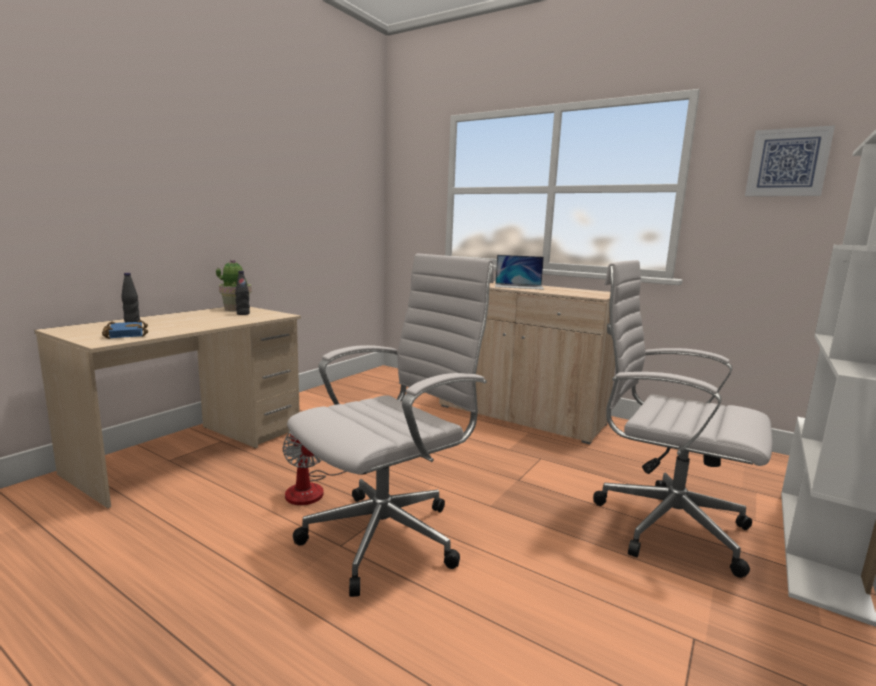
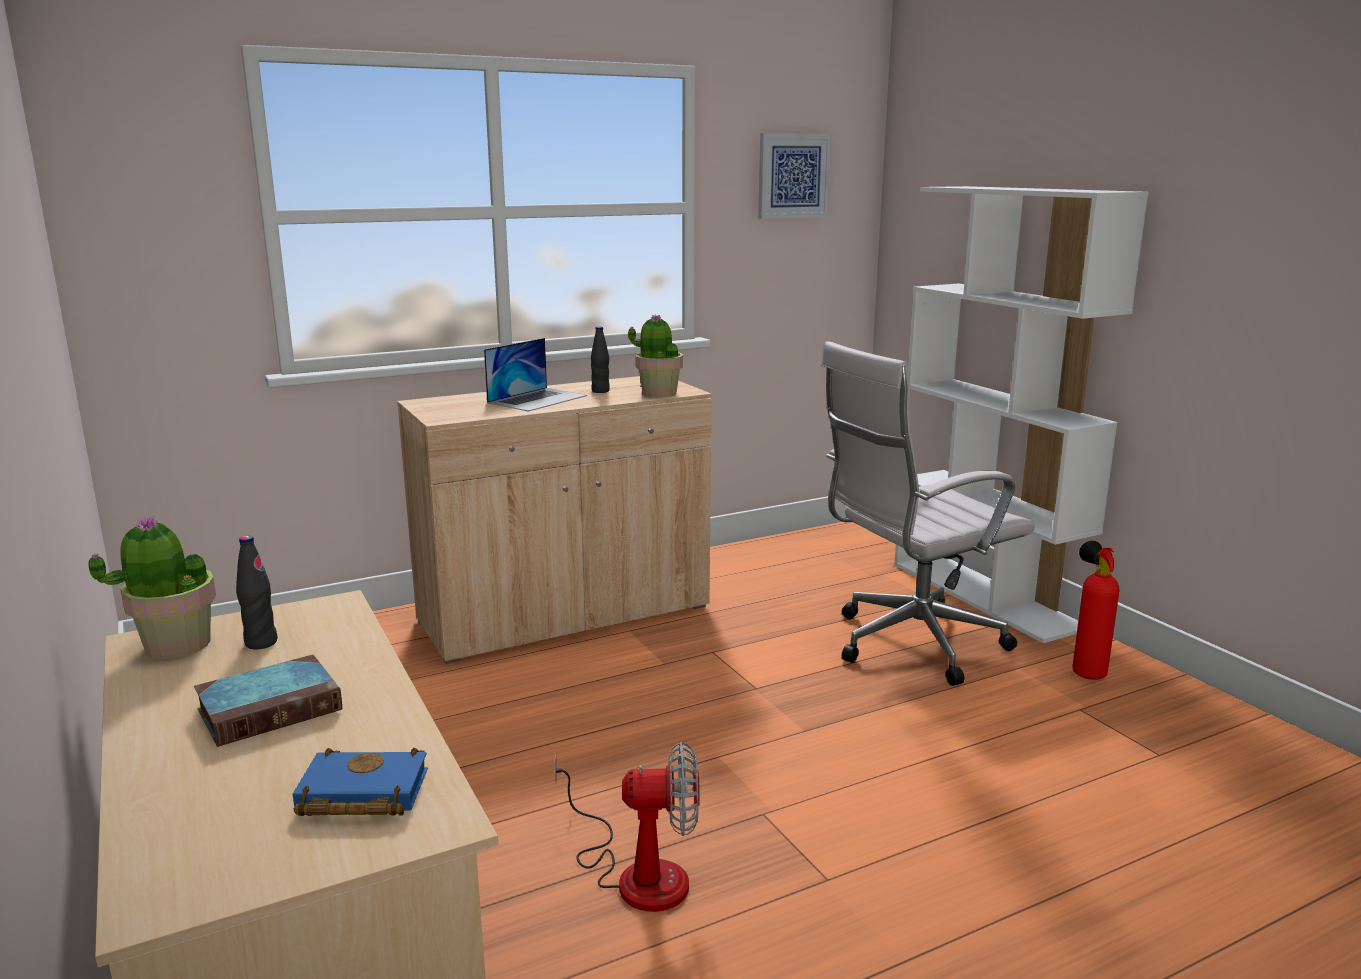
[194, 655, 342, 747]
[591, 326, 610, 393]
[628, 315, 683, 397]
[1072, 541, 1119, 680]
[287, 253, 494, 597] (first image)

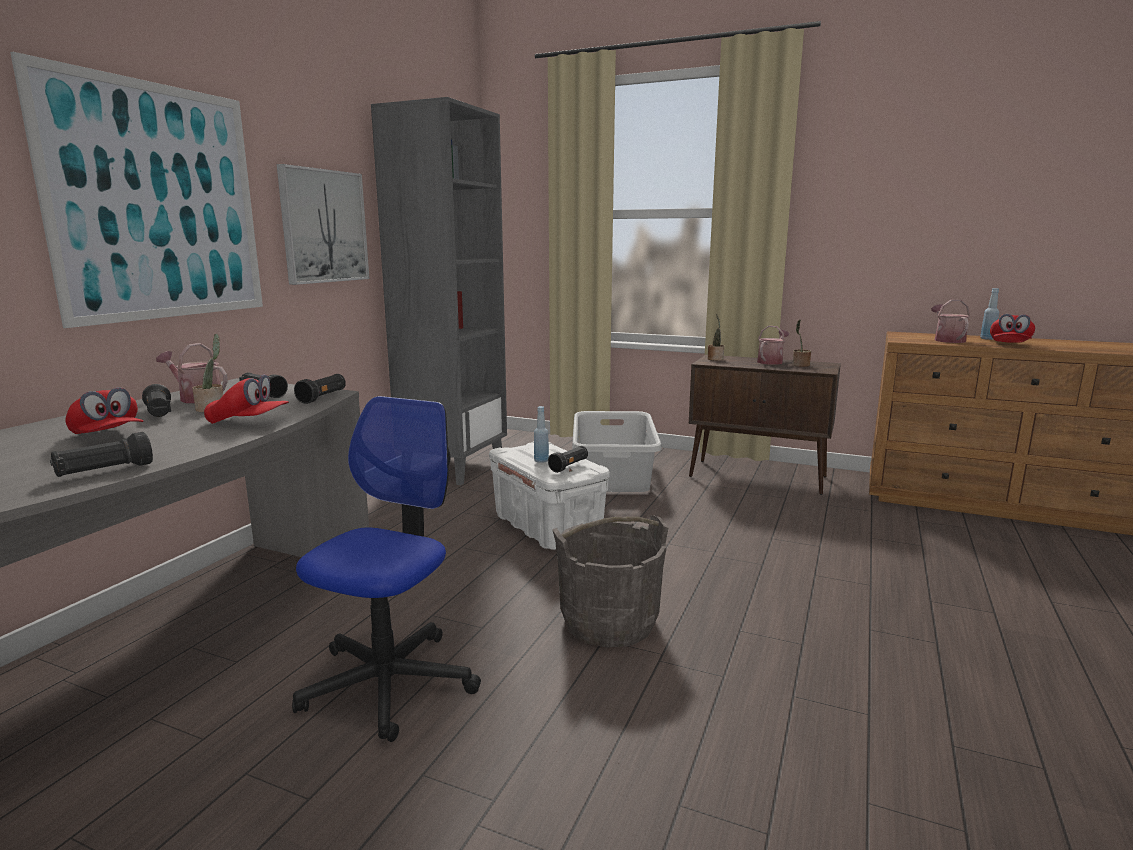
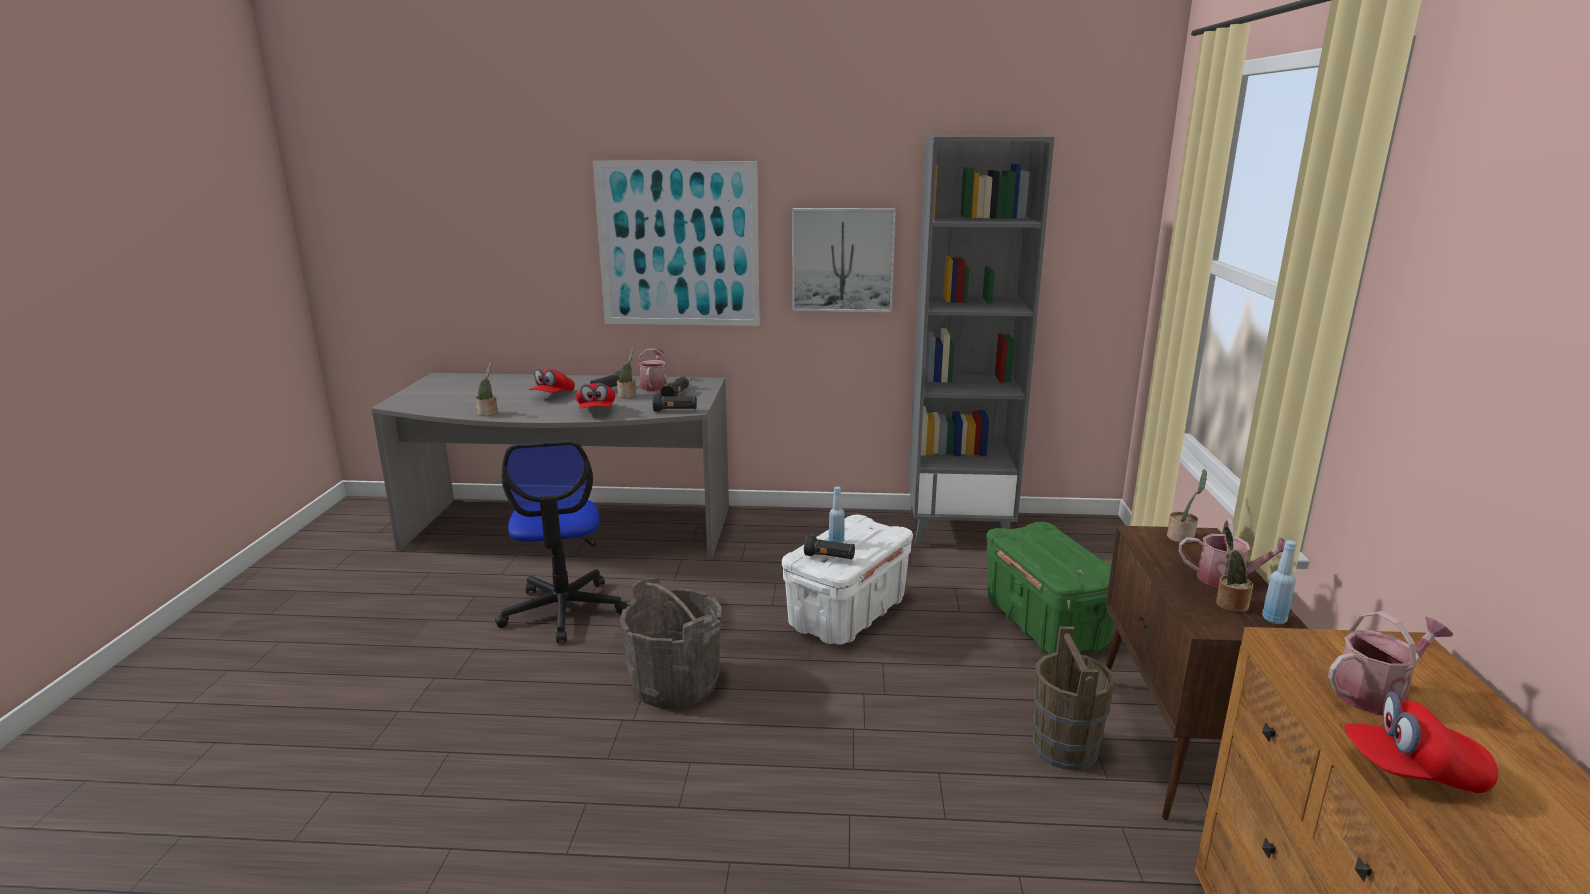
[475, 362, 498, 416]
[495, 441, 627, 643]
[986, 522, 1114, 654]
[1033, 627, 1115, 770]
[1262, 540, 1297, 624]

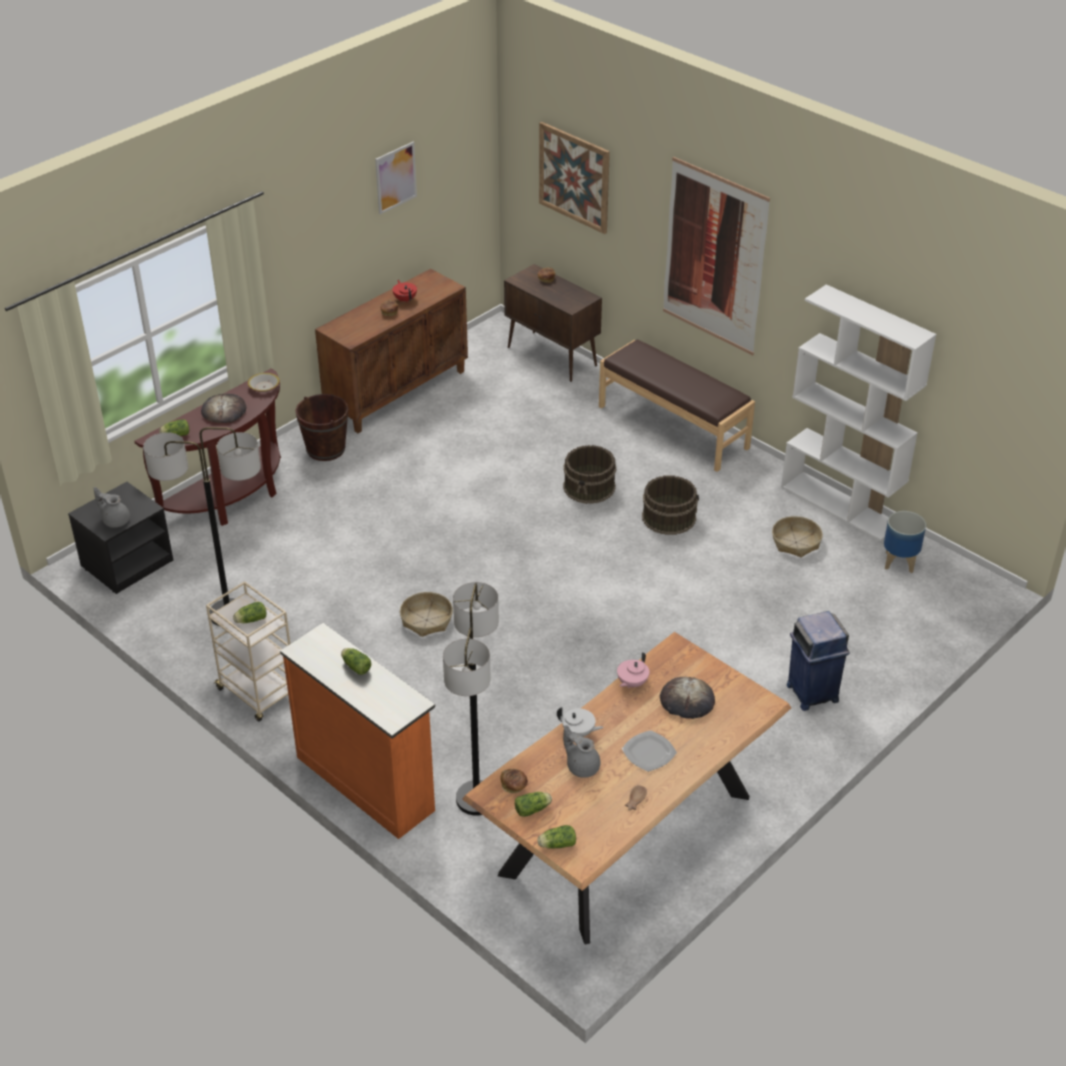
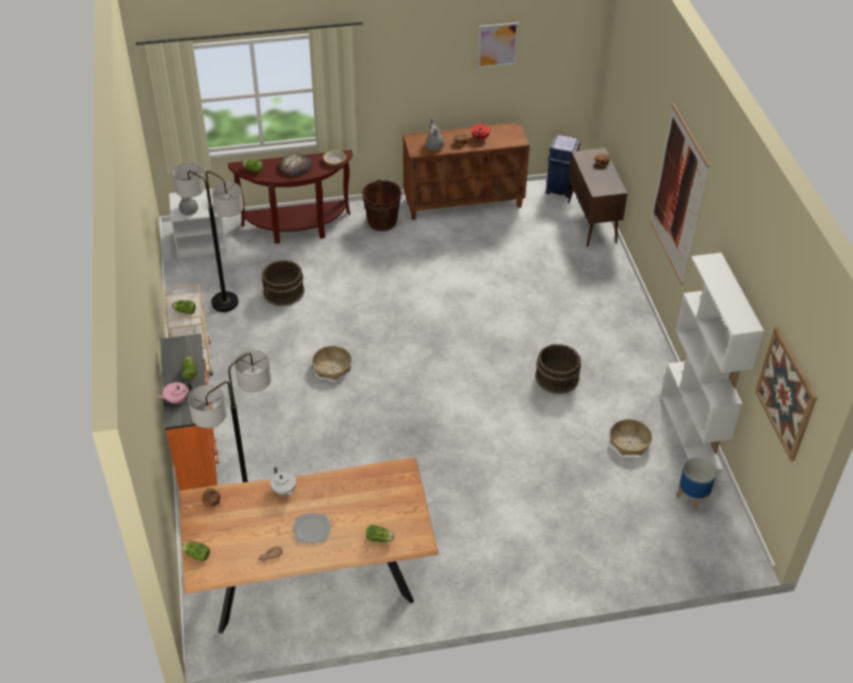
[156, 382, 192, 404]
[169, 189, 227, 258]
[262, 260, 305, 306]
[366, 525, 394, 542]
[426, 118, 444, 151]
[546, 135, 580, 198]
[755, 327, 817, 461]
[599, 339, 755, 472] (first image)
[660, 677, 715, 719] (first image)

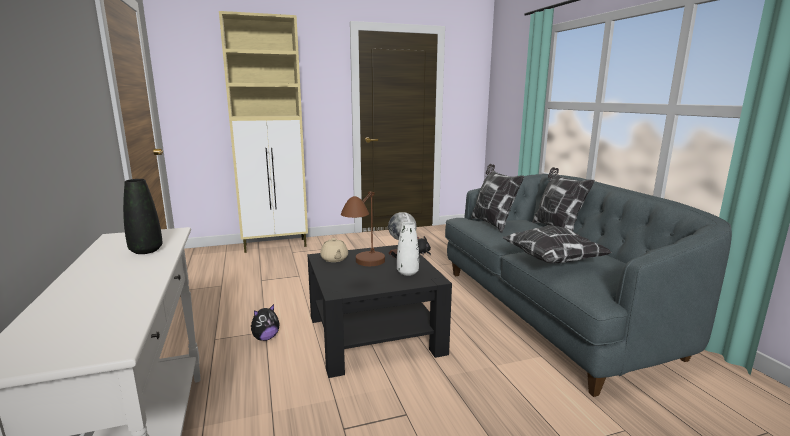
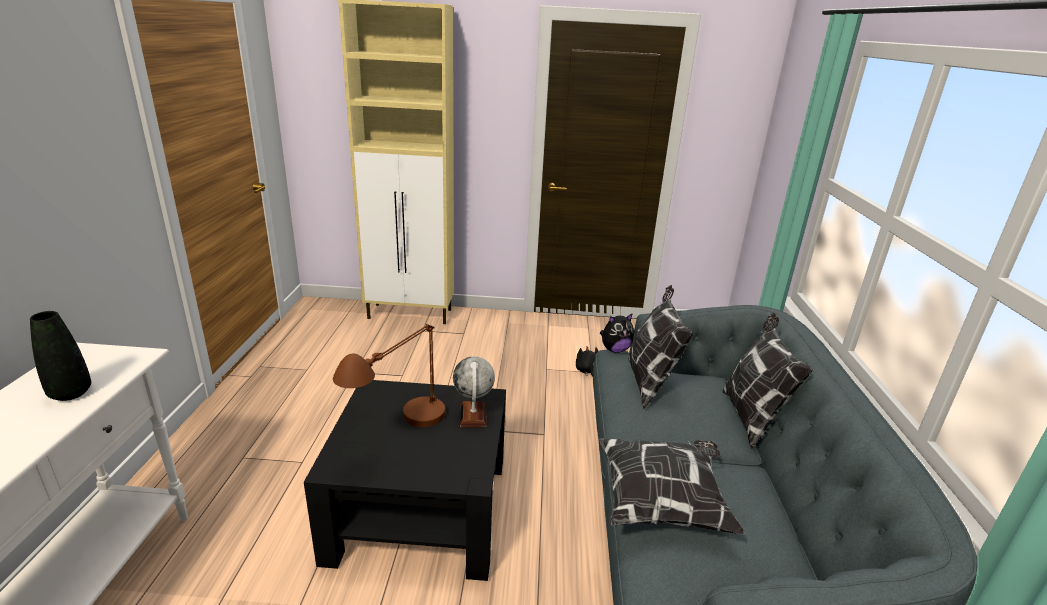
[600, 313, 634, 353]
[320, 238, 348, 262] (first image)
[397, 222, 419, 276] (first image)

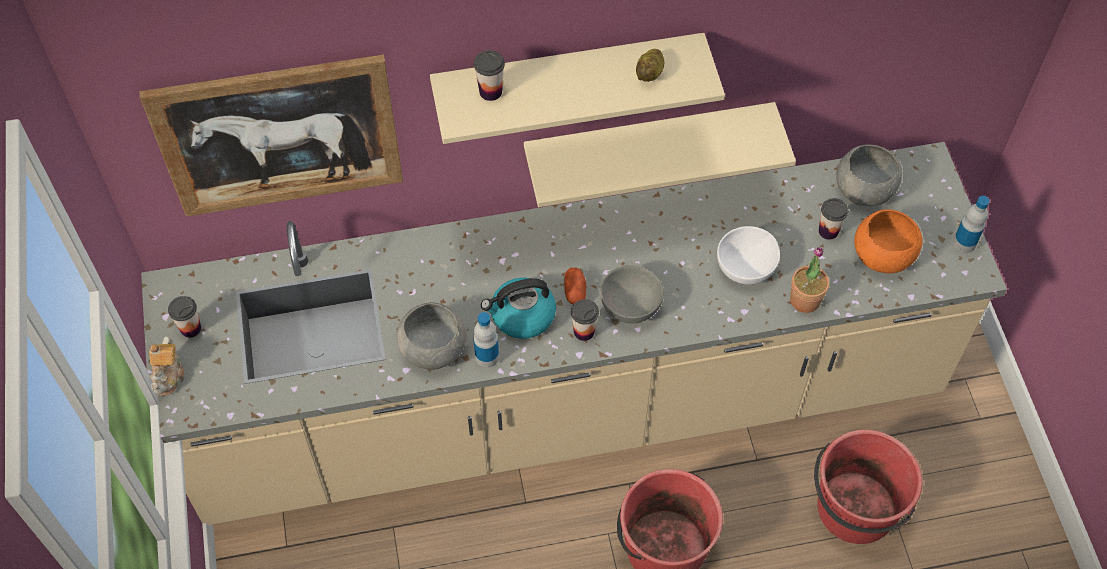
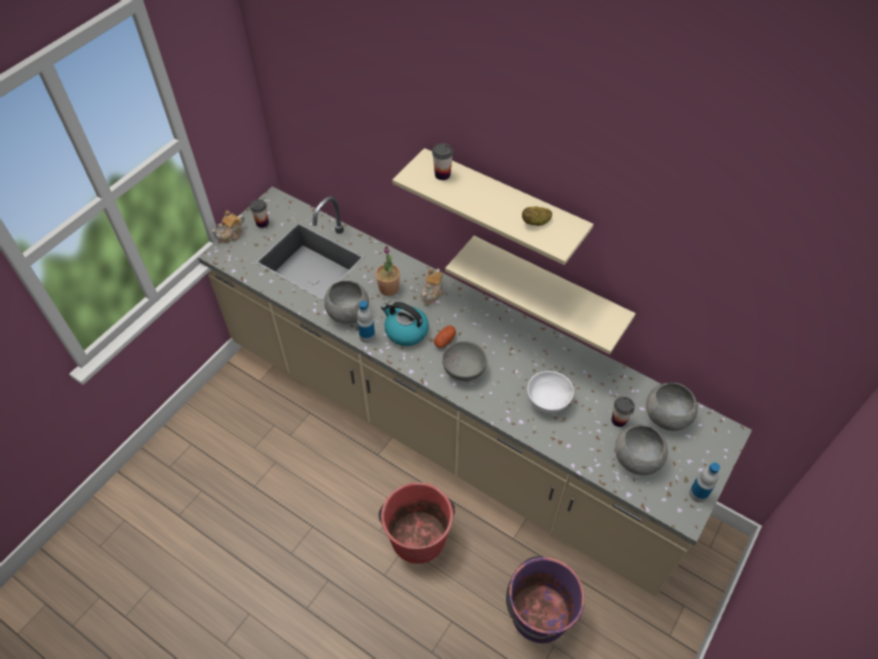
[376, 246, 400, 296]
[421, 269, 443, 304]
[506, 556, 585, 643]
[615, 424, 668, 475]
[140, 55, 403, 216] (first image)
[571, 299, 599, 341] (first image)

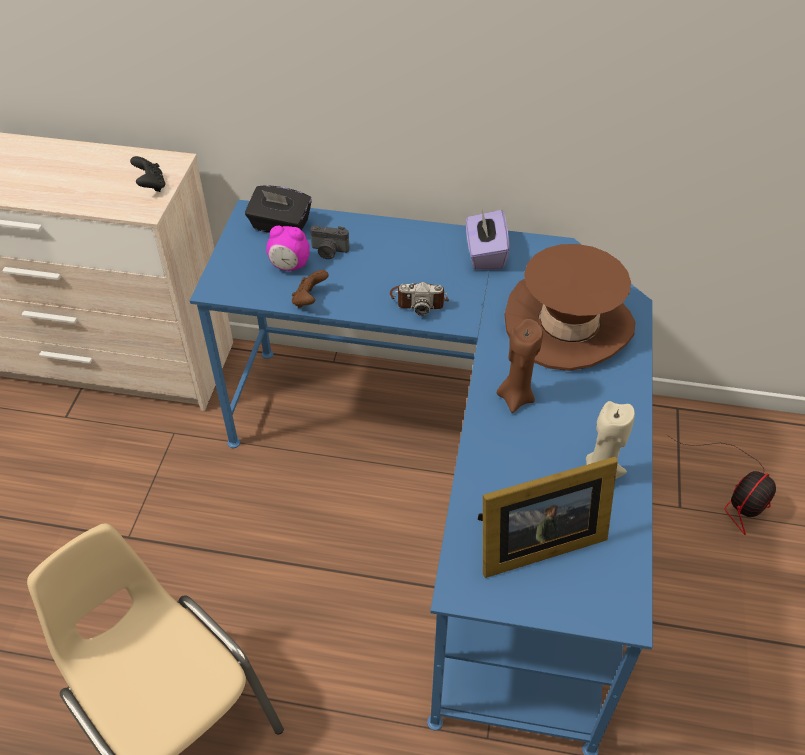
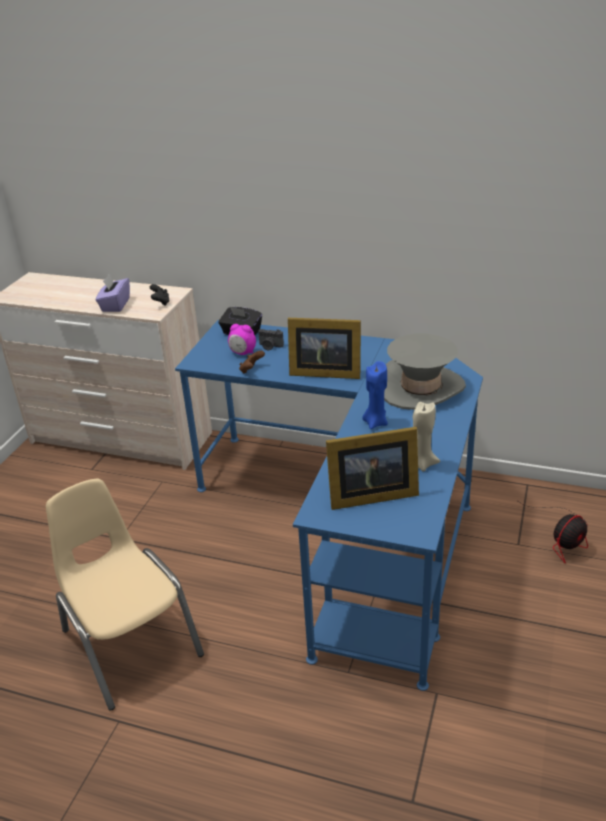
[96, 274, 130, 312]
[288, 318, 361, 379]
[362, 361, 388, 429]
[384, 334, 466, 410]

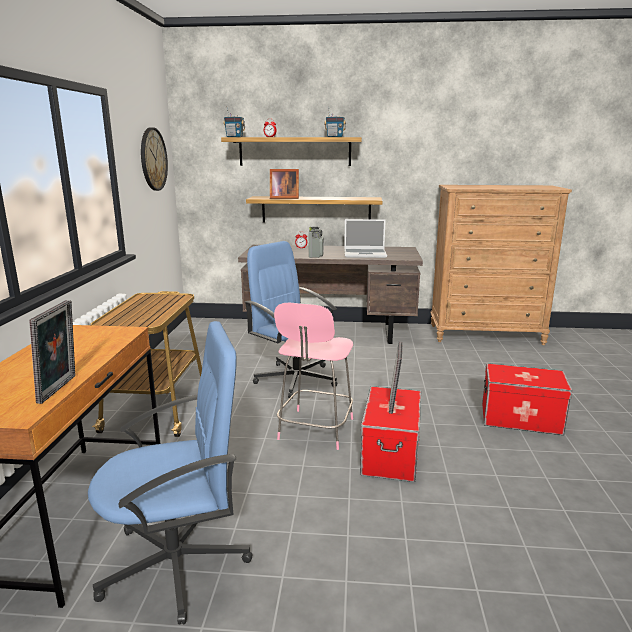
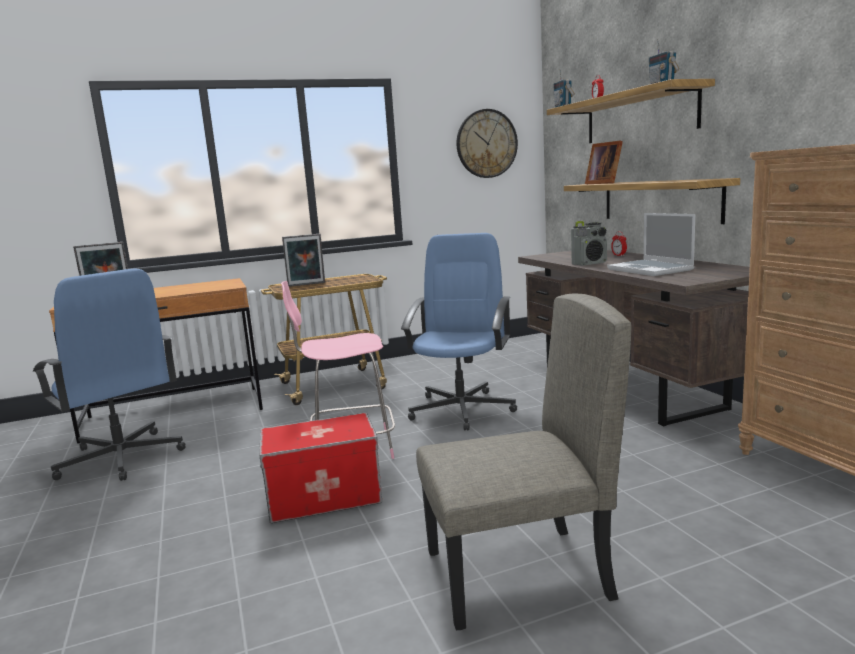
[282, 234, 325, 287]
[416, 293, 632, 630]

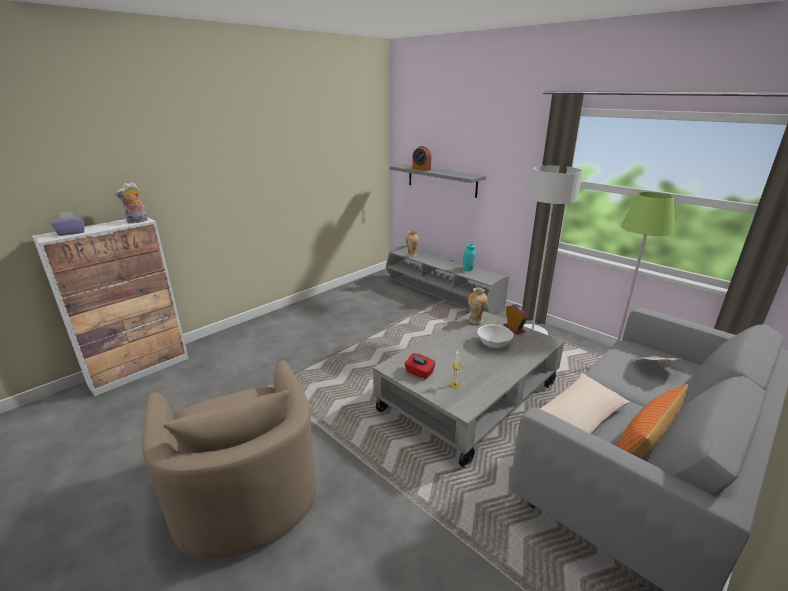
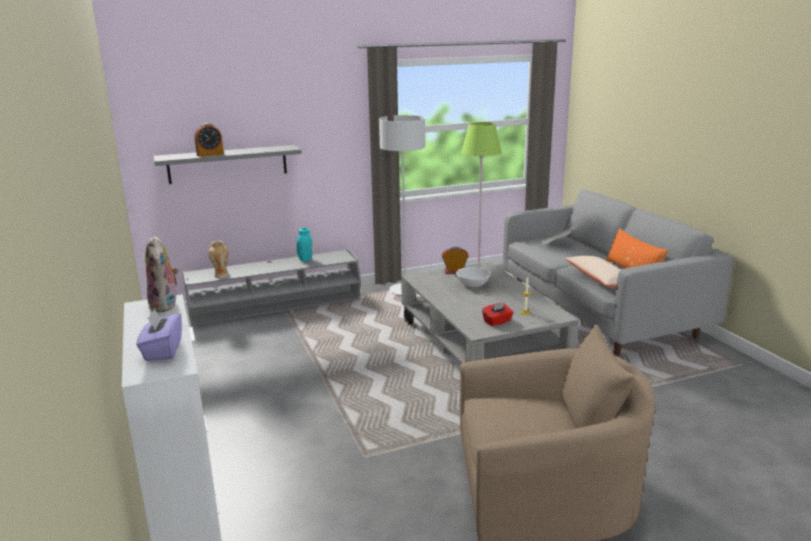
[468, 287, 488, 324] (first image)

